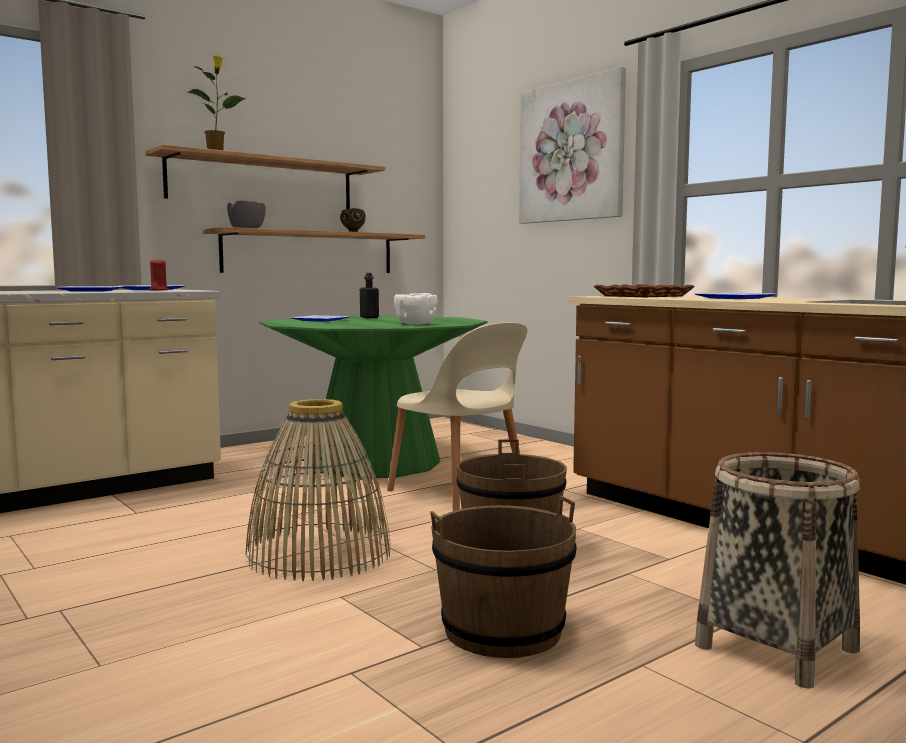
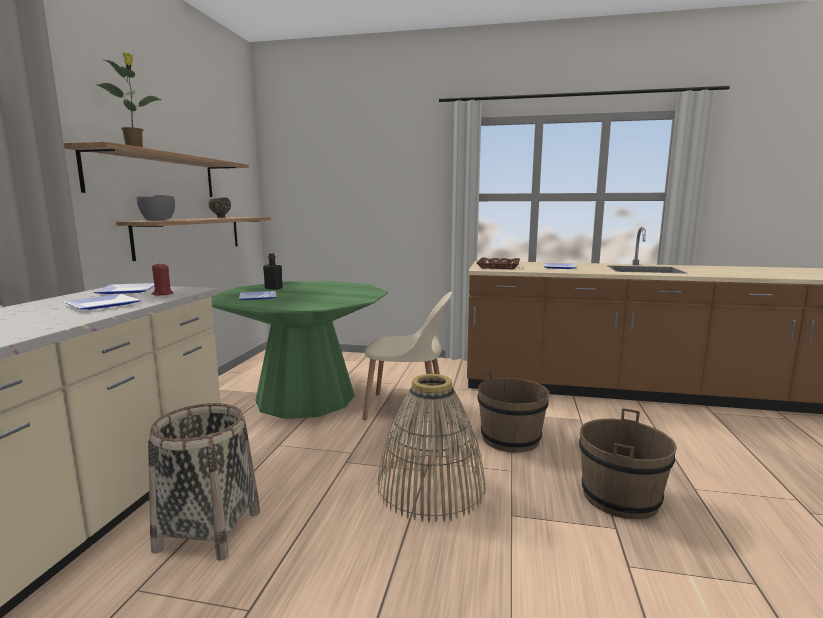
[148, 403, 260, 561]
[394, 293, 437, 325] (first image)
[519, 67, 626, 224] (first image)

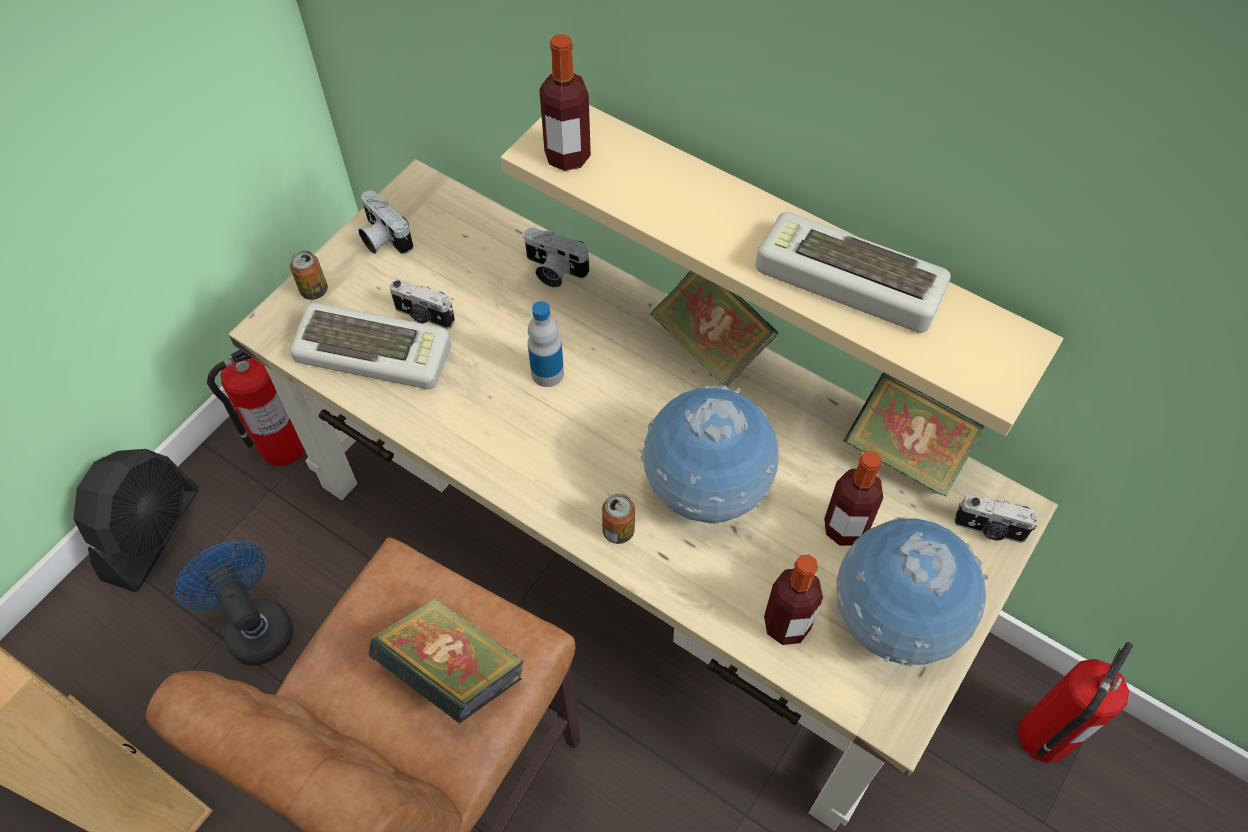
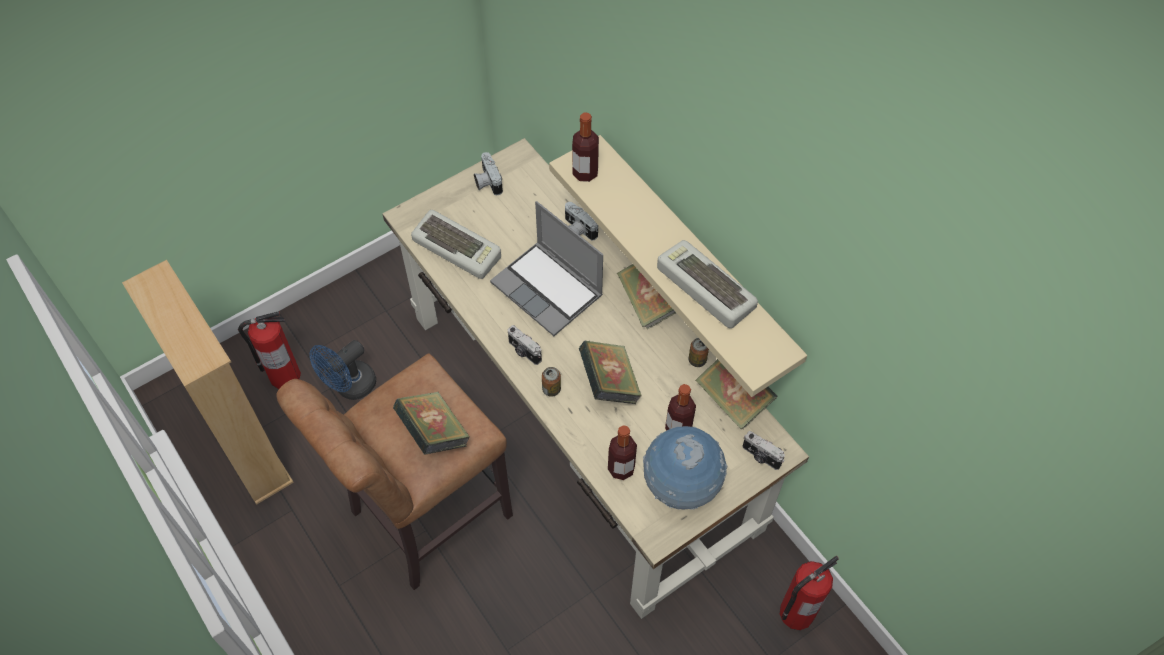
[238, 311, 301, 389]
[310, 340, 376, 400]
[490, 201, 603, 336]
[508, 325, 542, 365]
[579, 341, 642, 404]
[688, 338, 709, 367]
[74, 449, 199, 592] (first image)

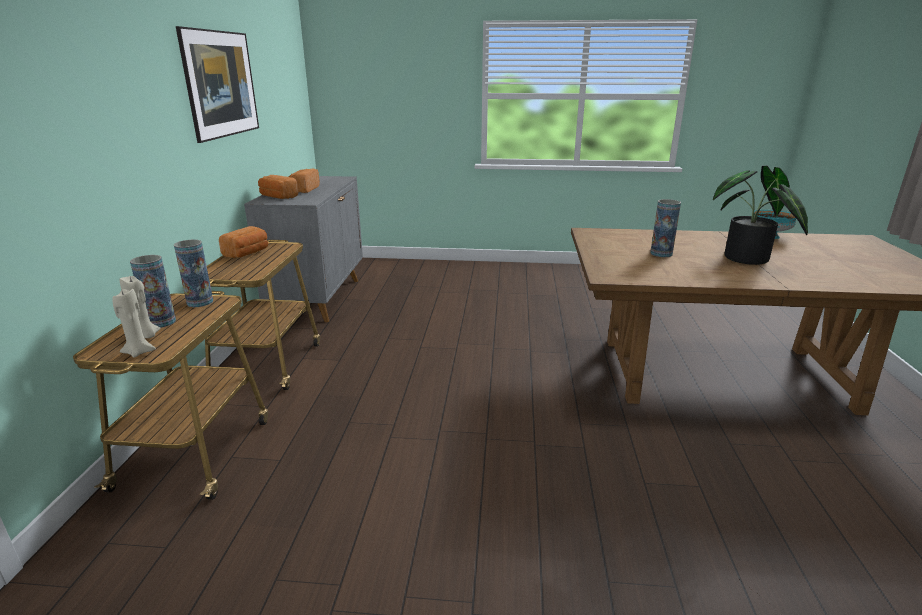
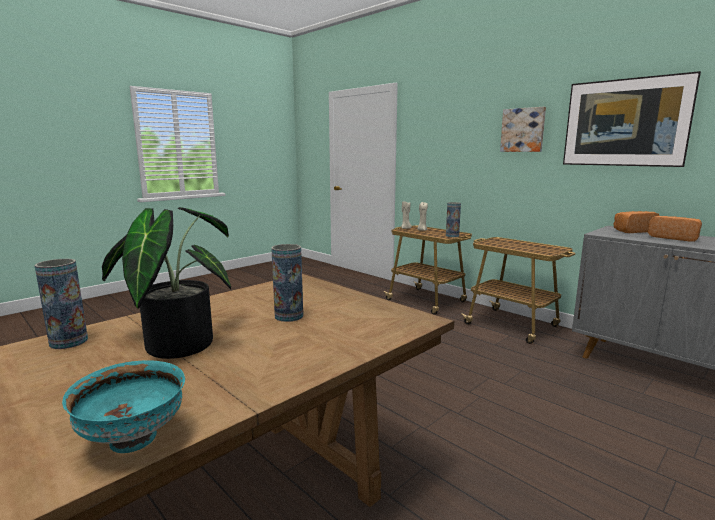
[34, 259, 88, 349]
[500, 107, 546, 152]
[219, 226, 268, 258] (first image)

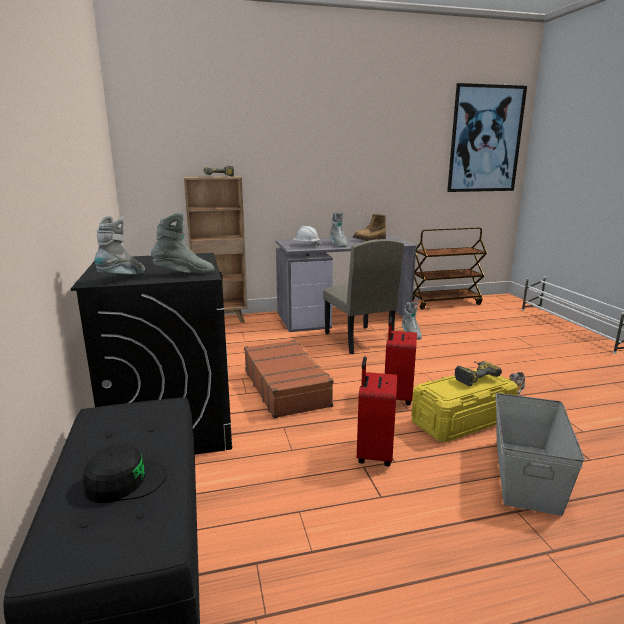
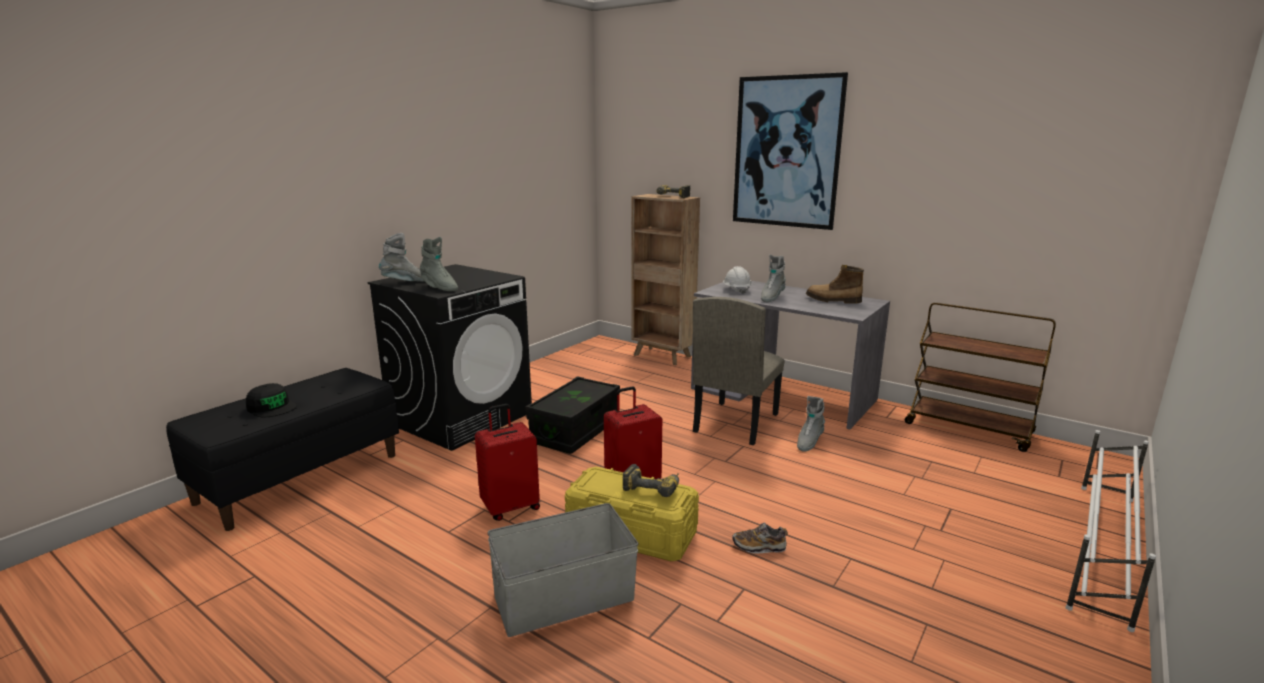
[525, 376, 620, 454]
[733, 72, 848, 230]

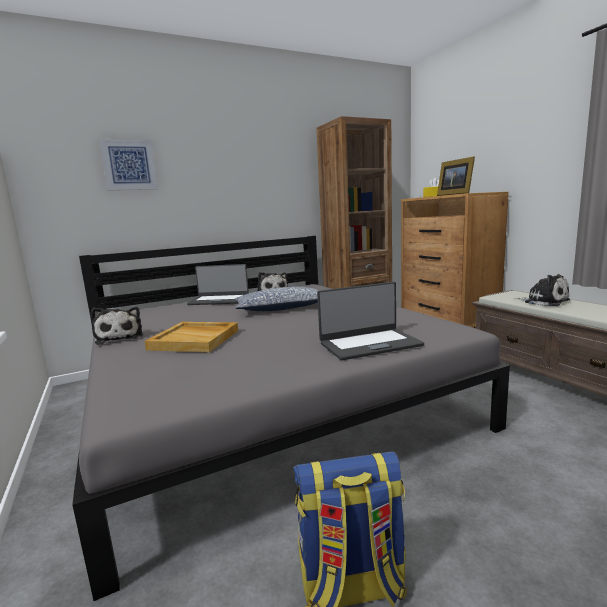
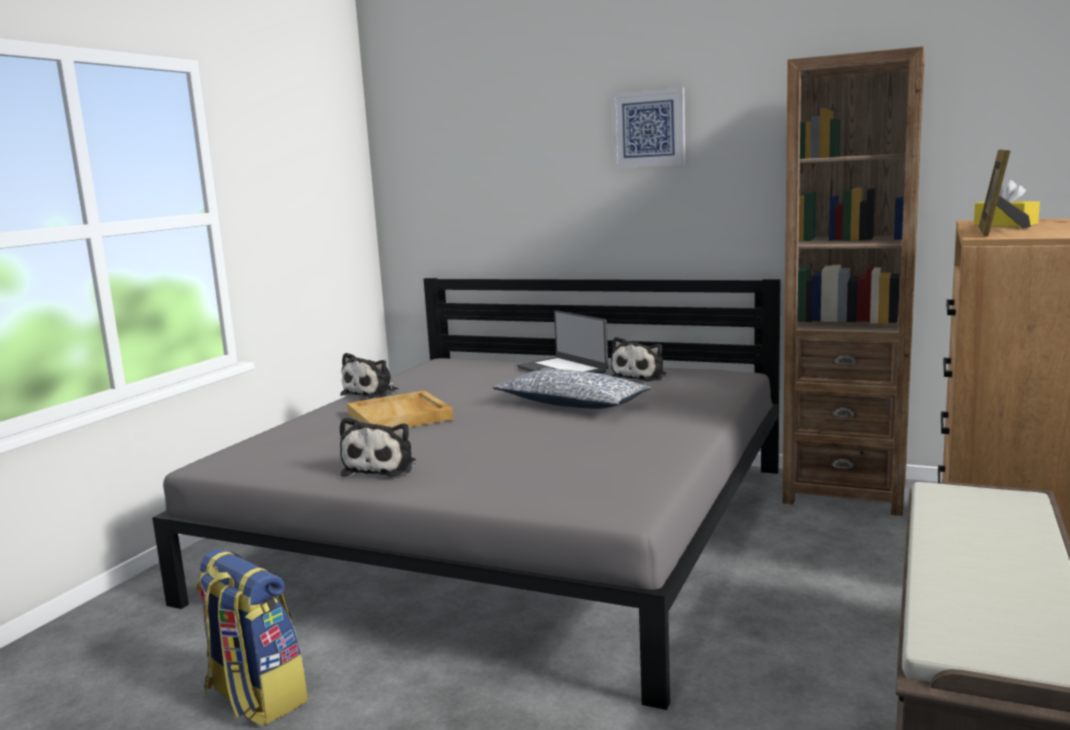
[340, 417, 416, 477]
[611, 88, 685, 168]
[317, 282, 424, 360] (first image)

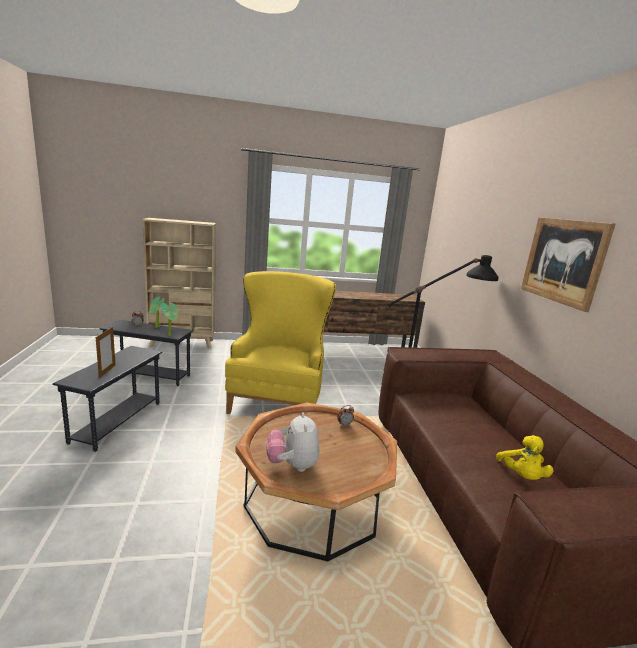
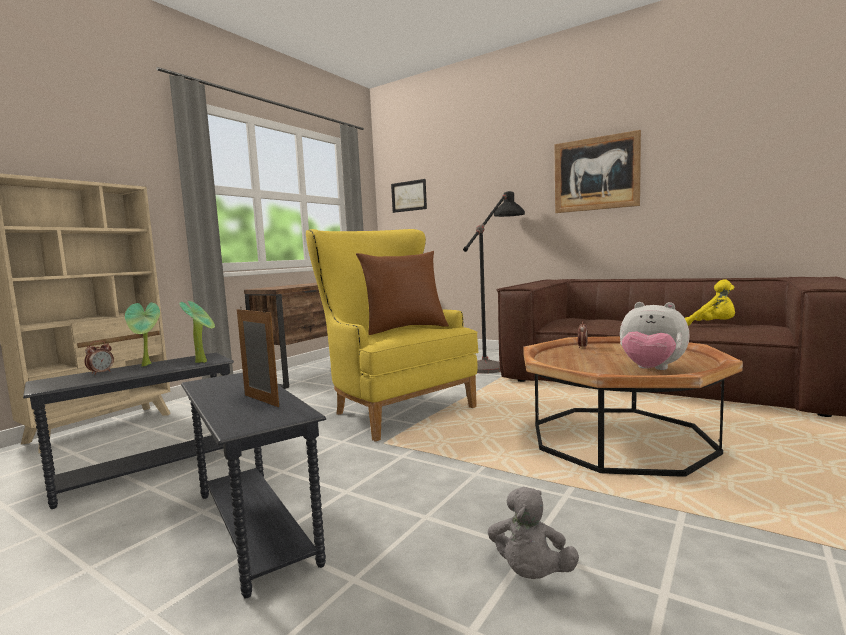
[356, 251, 449, 335]
[391, 179, 427, 213]
[488, 487, 579, 579]

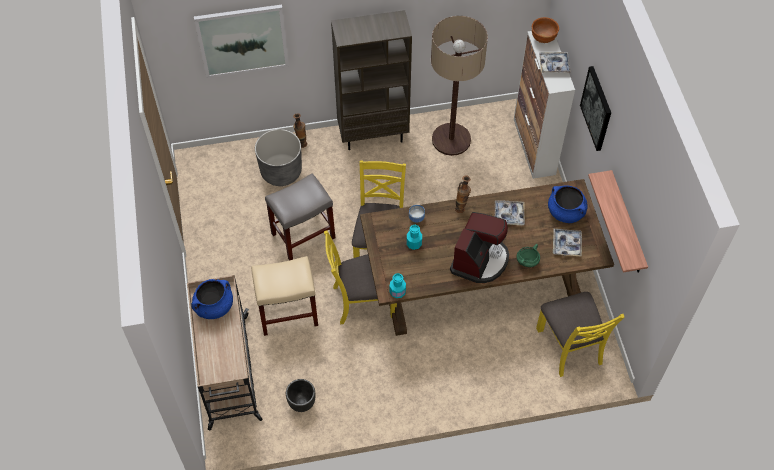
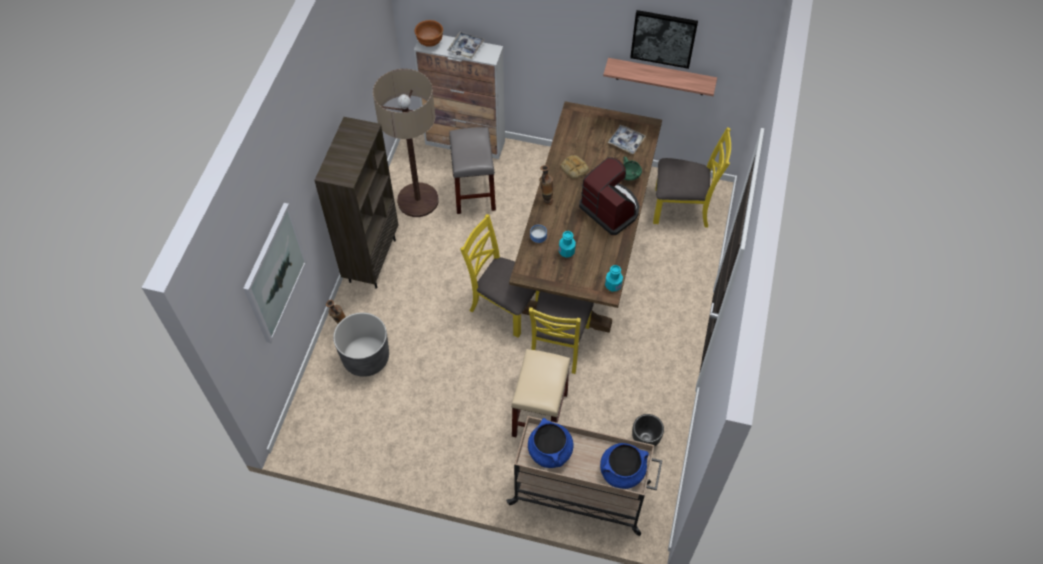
[449, 127, 496, 214]
[560, 155, 589, 179]
[600, 443, 649, 489]
[630, 10, 698, 69]

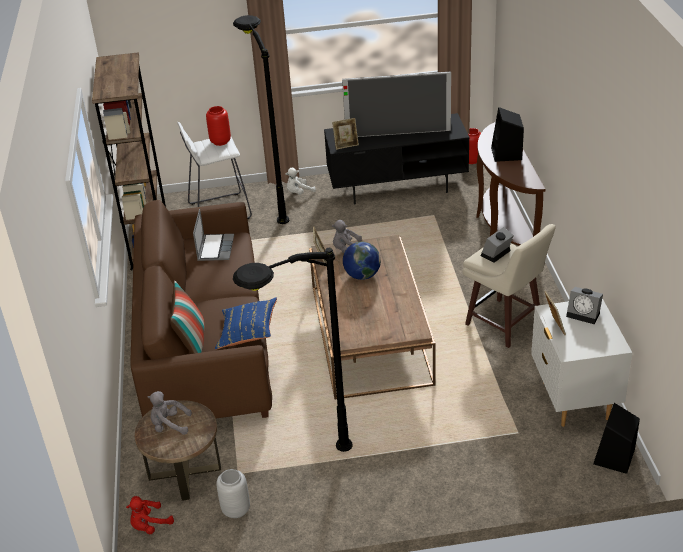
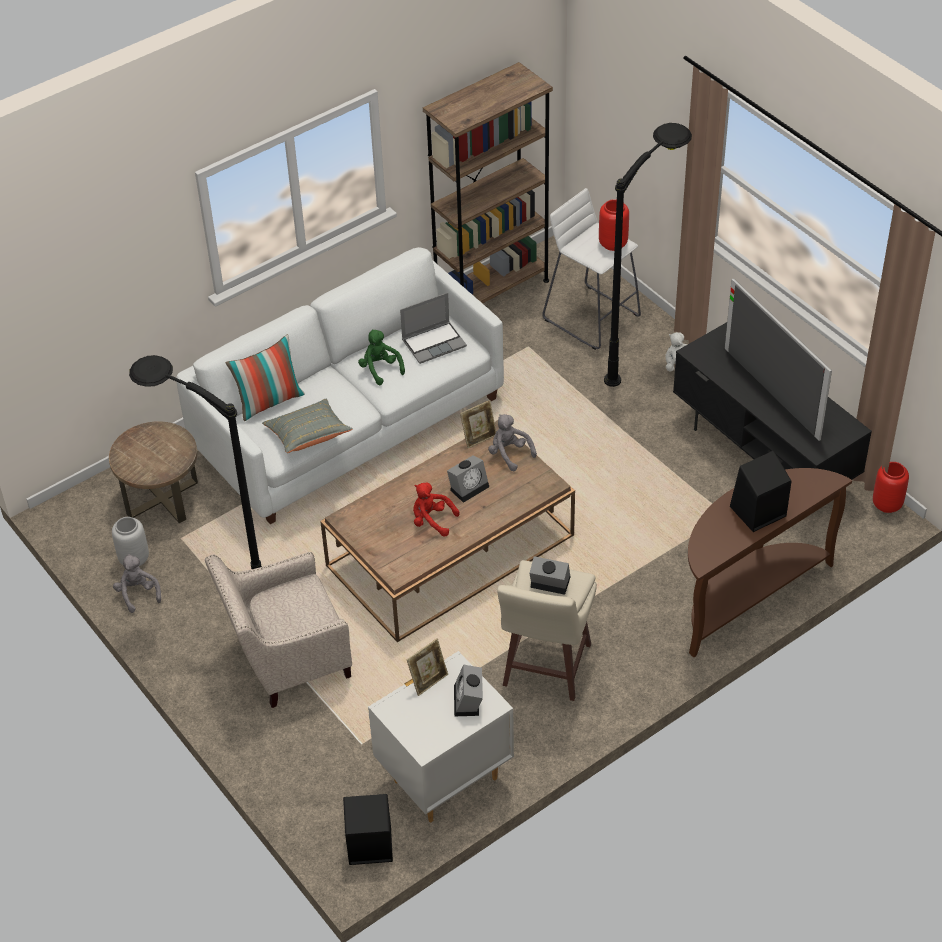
[113, 554, 161, 613]
[176, 247, 504, 524]
[205, 552, 352, 708]
[262, 399, 353, 453]
[358, 329, 405, 385]
[413, 483, 460, 536]
[447, 455, 489, 503]
[332, 118, 359, 150] (first image)

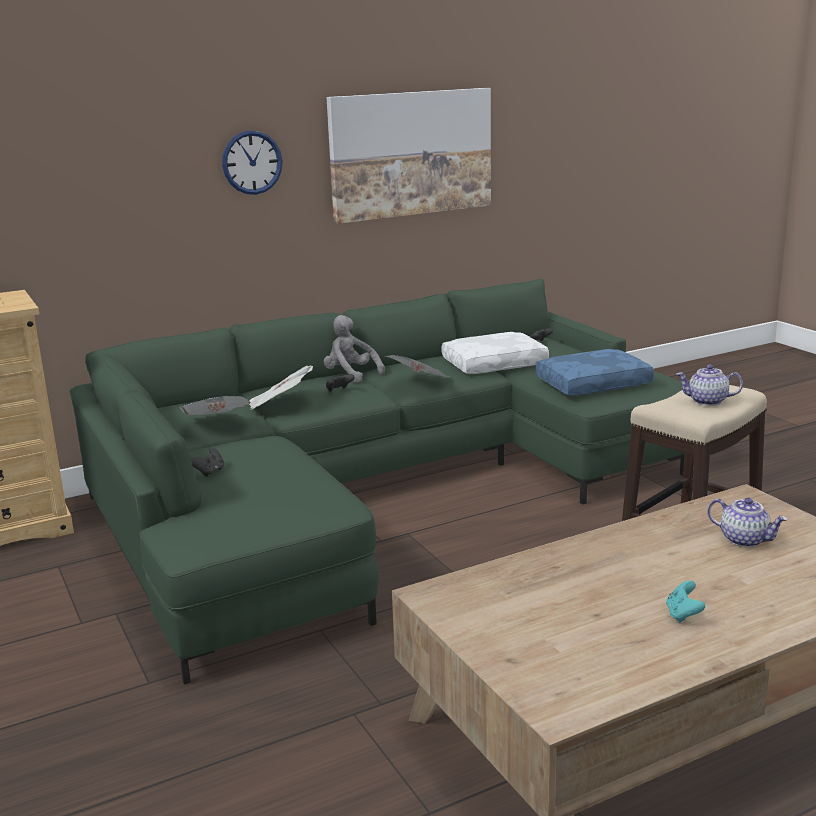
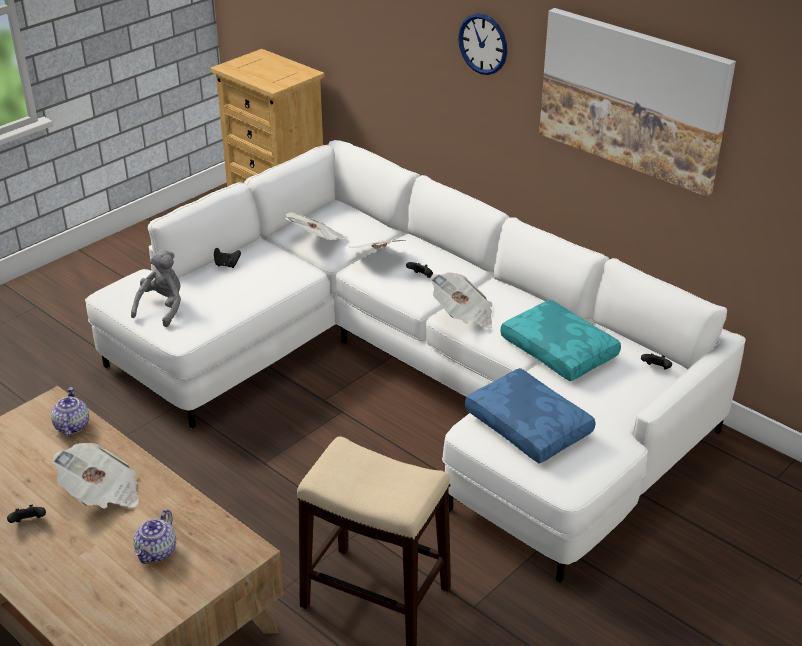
[7, 505, 46, 523]
[51, 387, 89, 437]
[53, 443, 139, 508]
[85, 140, 746, 583]
[131, 250, 181, 327]
[501, 300, 621, 381]

